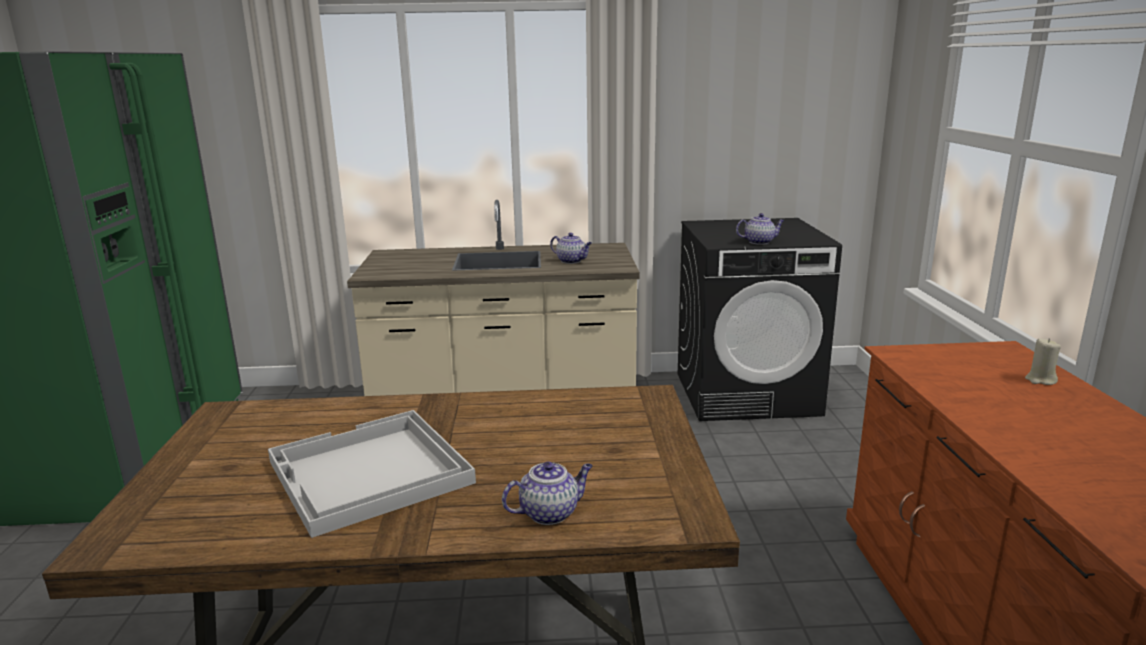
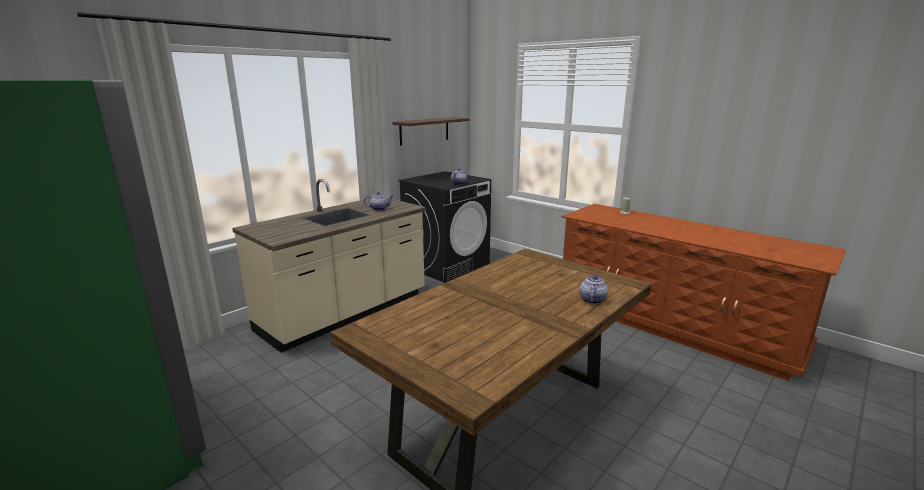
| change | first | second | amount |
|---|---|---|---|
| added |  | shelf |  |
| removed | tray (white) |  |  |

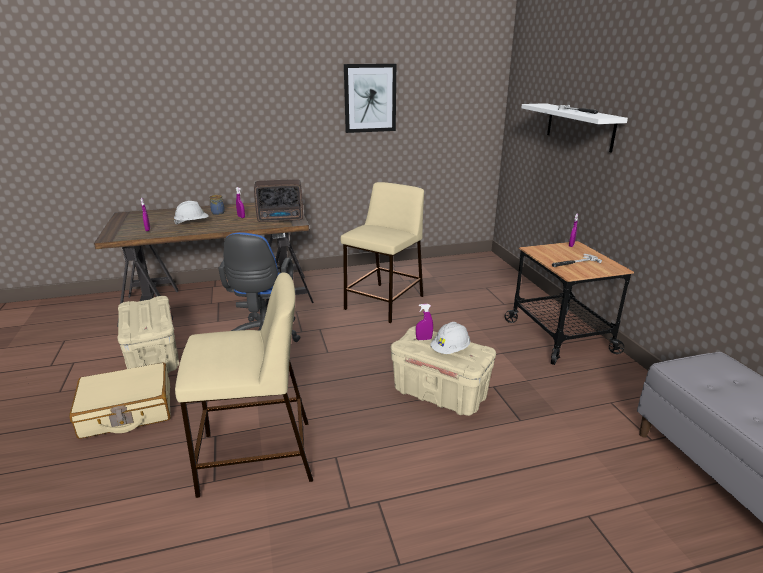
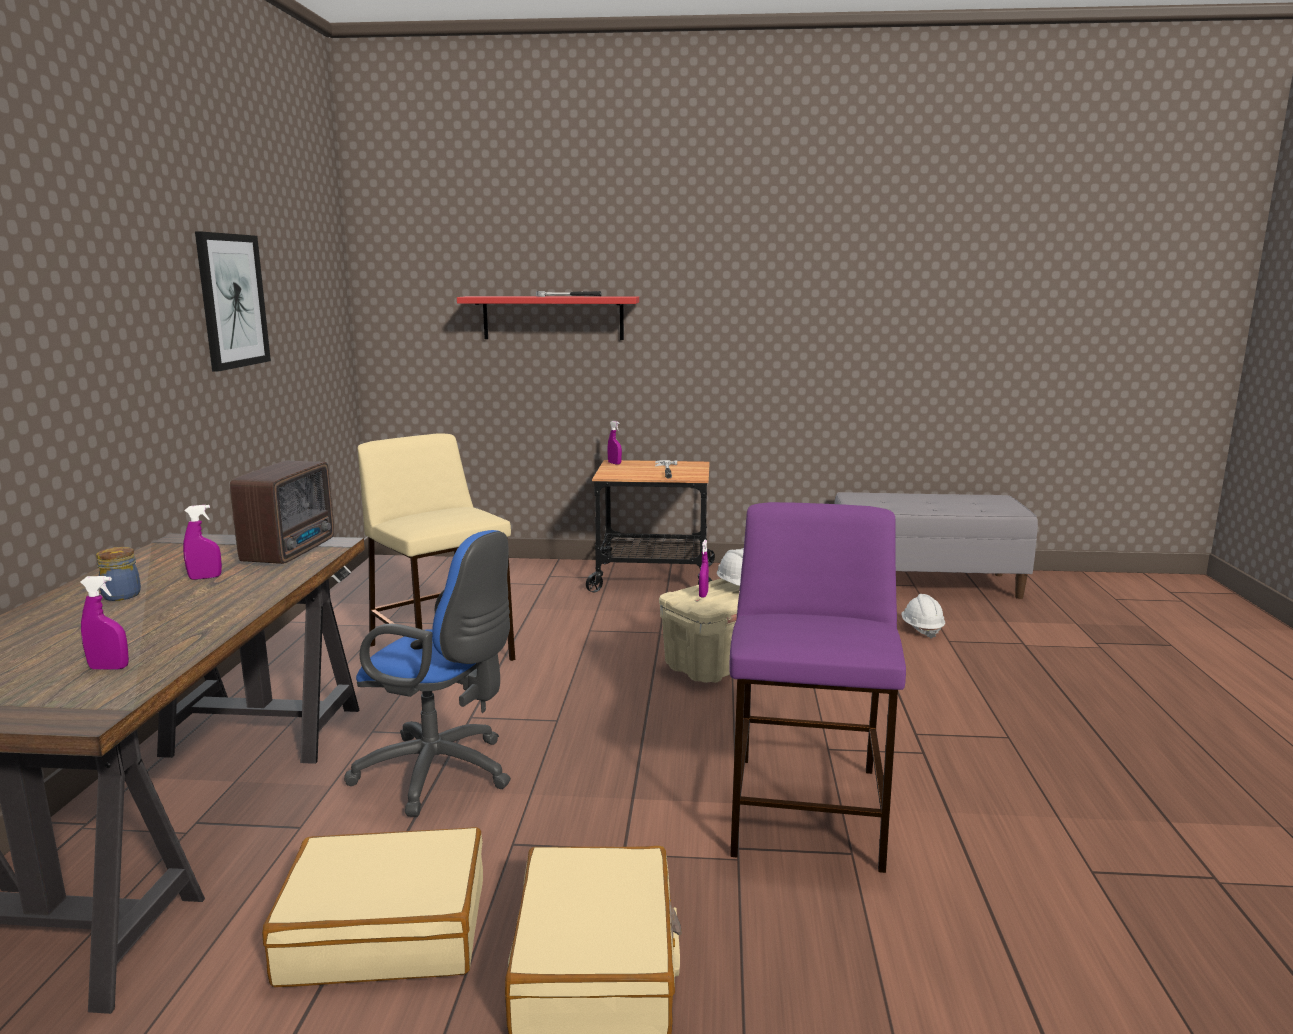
| change | first | second | amount |
|---|---|---|---|
| replaced | storage box (beige) (1st from left) | suitcase (beige) (1st from left) |  |
| recoloured | shelf (white) | shelf (red) |  |
| recoloured | stool (beige) (1st from left) | stool (purple) |  |
| moved | hard hat (white) (1st from left in the first image) | hard hat (white) (2nd from left) |  |

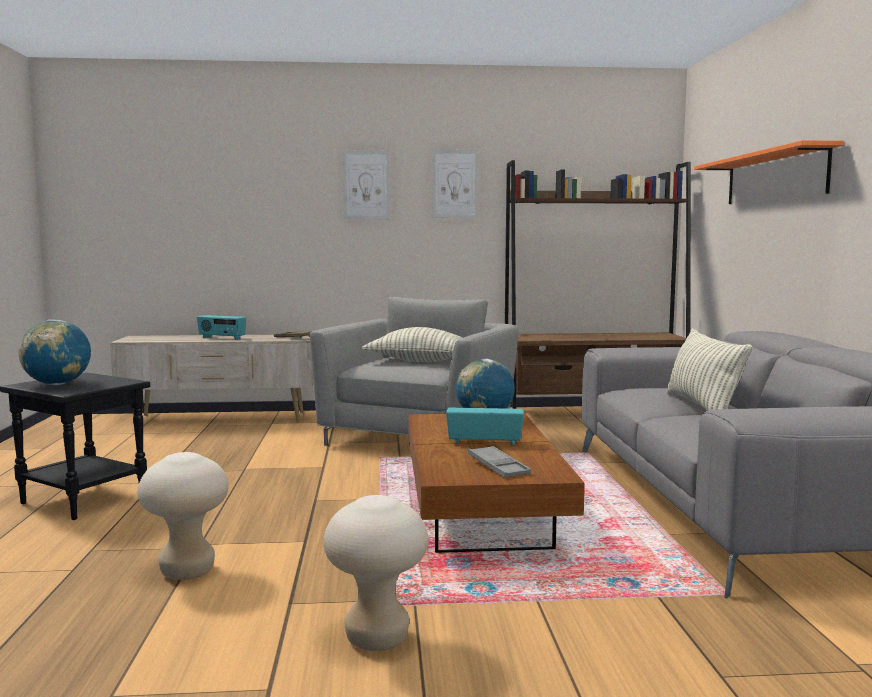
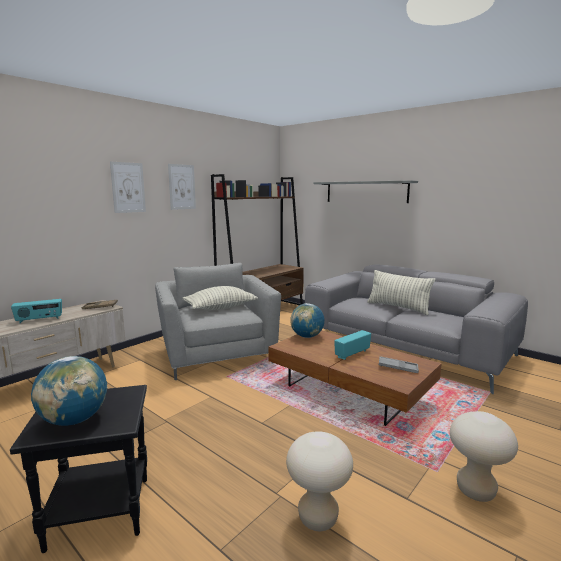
| change | first | second | amount |
|---|---|---|---|
| recoloured | shelf (orange) | shelf (grey) |  |

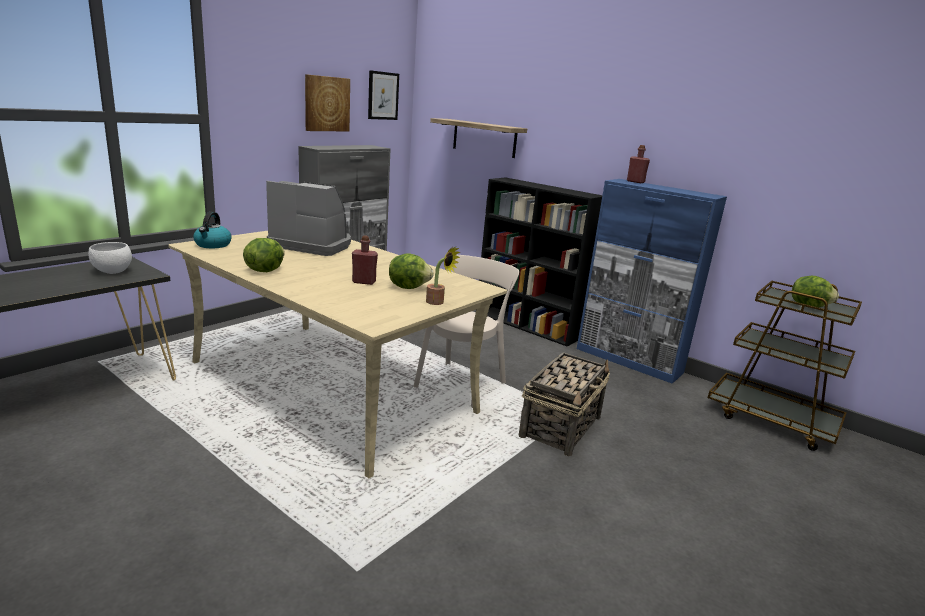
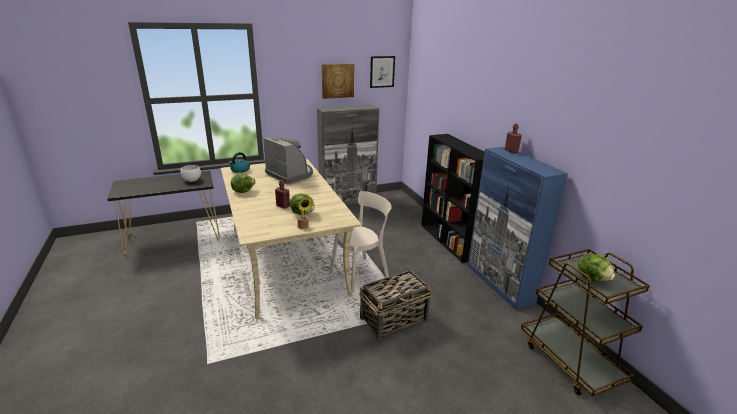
| change | first | second | amount |
|---|---|---|---|
| removed | shelf |  |  |

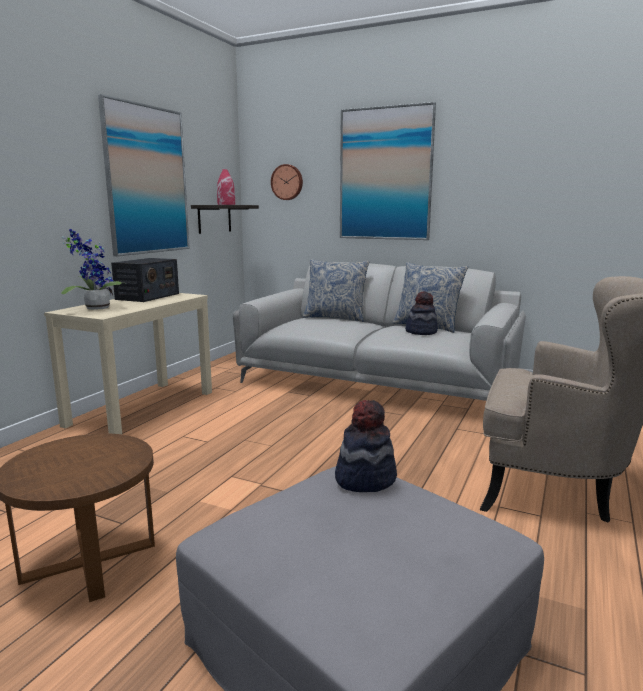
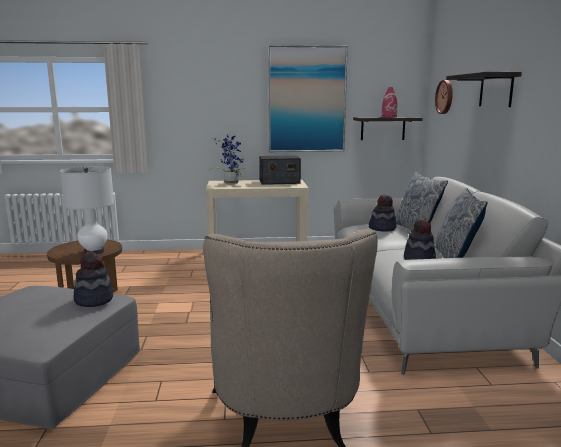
| change | first | second | amount |
|---|---|---|---|
| added |  | table lamp (white) |  |
| added |  | hat (2nd from left) |  |
| replaced | picture (2nd from left) | shelf (2nd from left) |  |

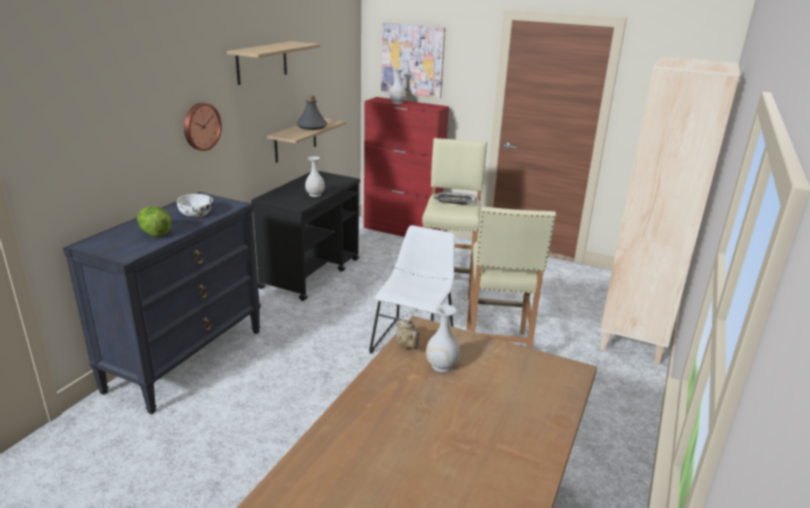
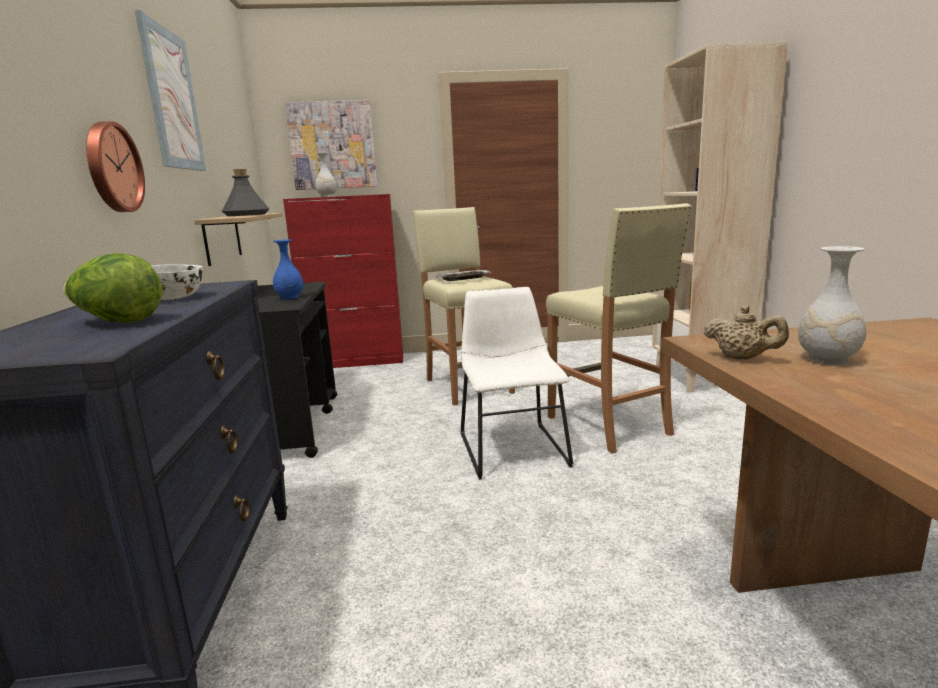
| change | first | second | amount |
|---|---|---|---|
| replaced | shelf (1st from left) | picture (1st from left) |  |
| recoloured | vase (white) (1st from left) | vase (blue) |  |

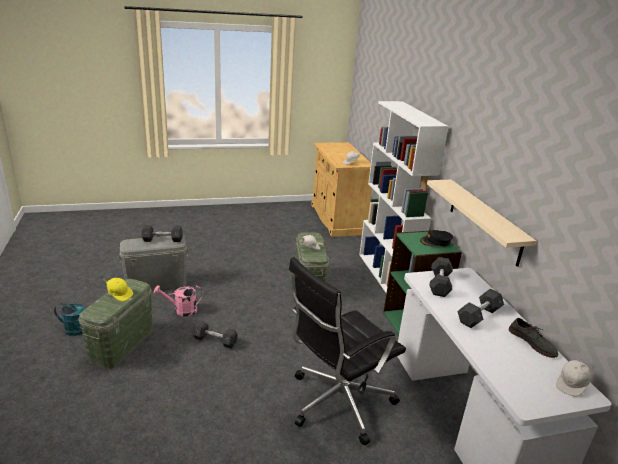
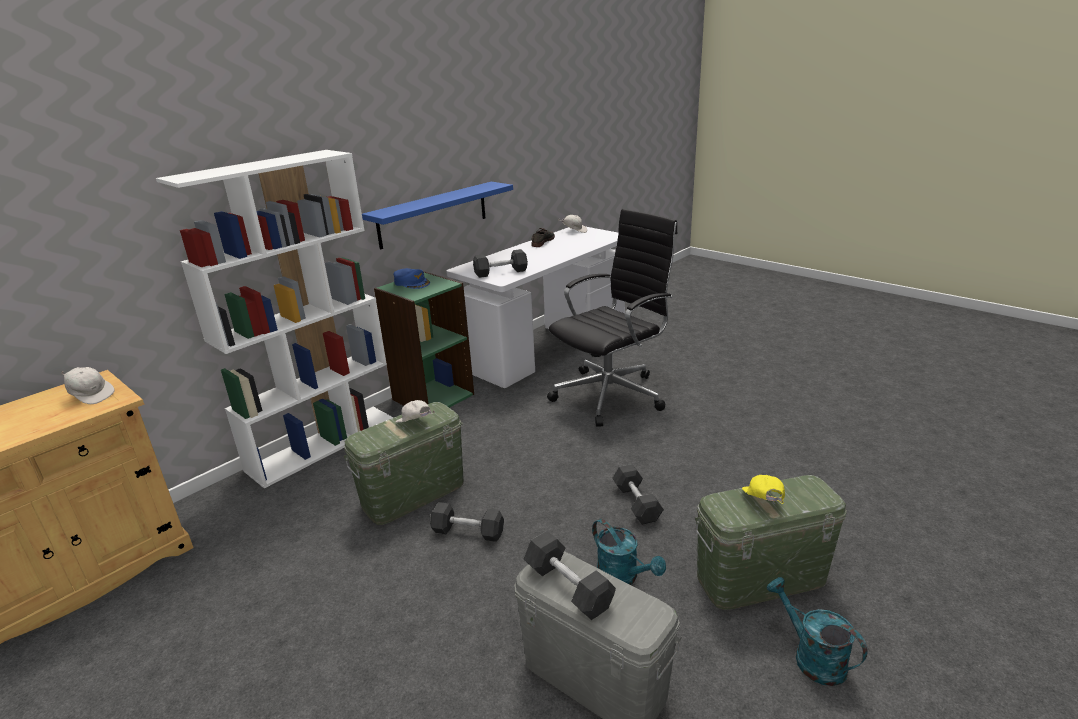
| change | first | second | amount |
|---|---|---|---|
| recoloured | shelf (beige) | shelf (blue) |  |
| recoloured | cap (black) | cap (blue) |  |
| moved | dumbbell (grey) (4th from left in the first image) | dumbbell (grey) (1st from left) |  |
| turned | office chair (black) |  | 60 degrees counterclockwise |
| recoloured | watering can (pink) | watering can (turquoise) (1st from left) |  |

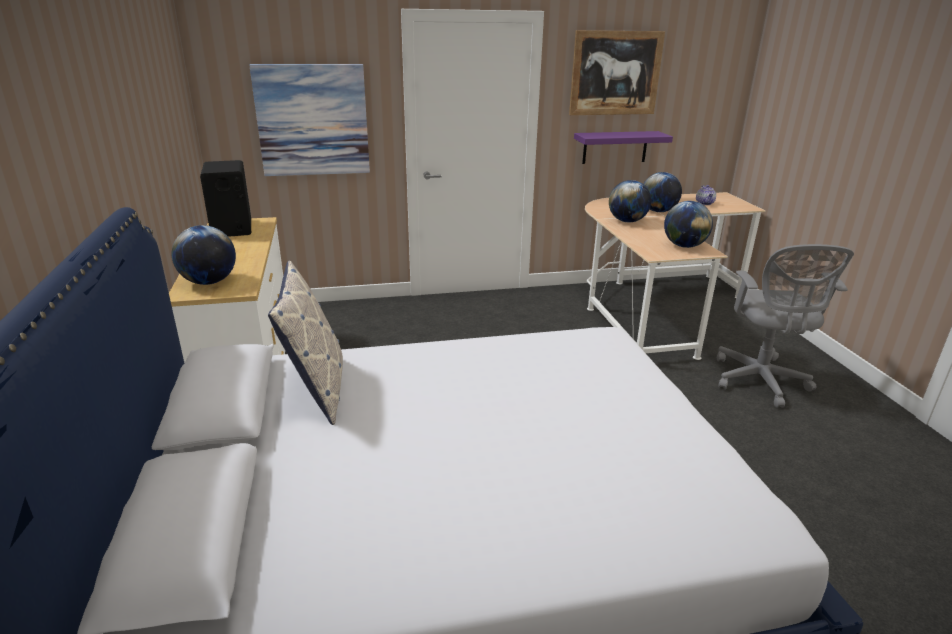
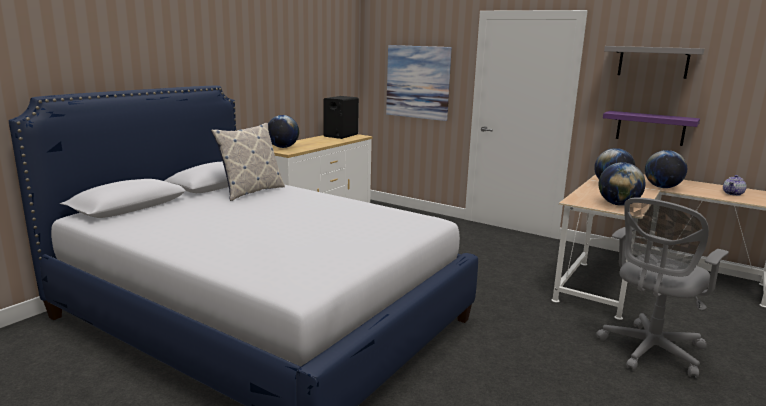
| change | first | second | amount |
|---|---|---|---|
| replaced | picture (2nd from left) | shelf (grey) |  |

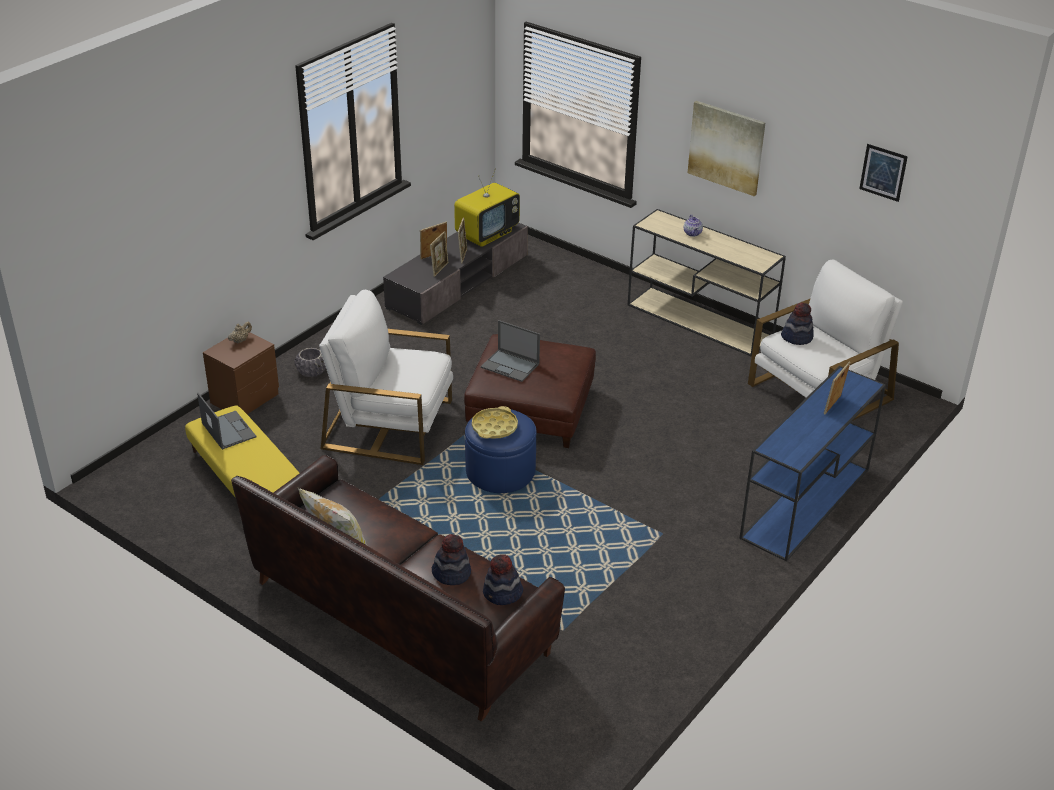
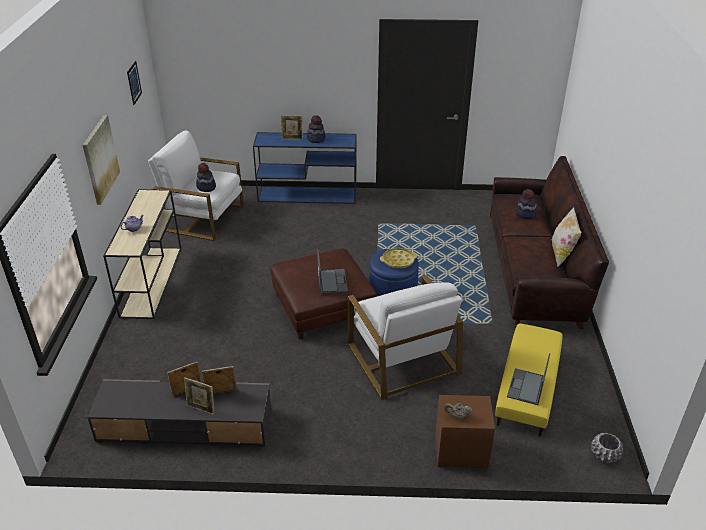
| change | first | second | amount |
|---|---|---|---|
| moved | hat (2nd from left) |  |  |
| moved | planter (grey) |  |  |
| removed | television |  |  |

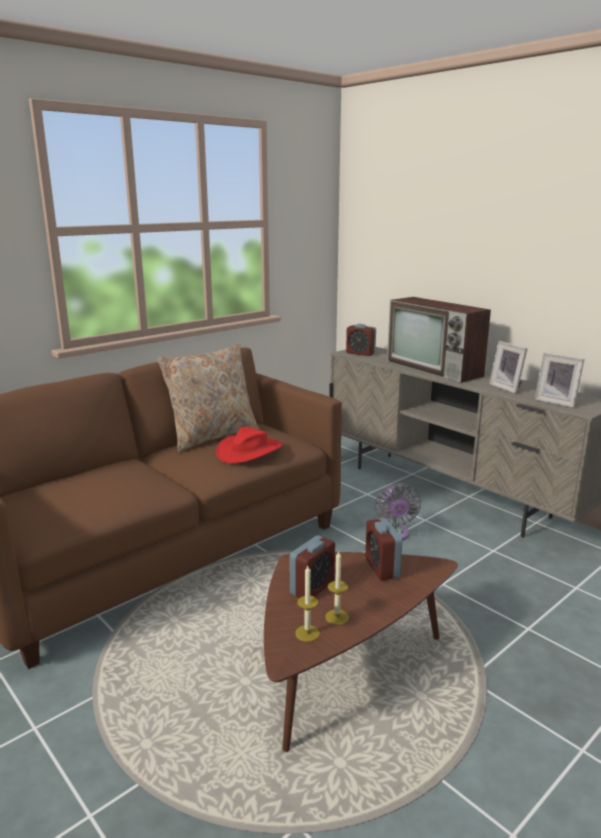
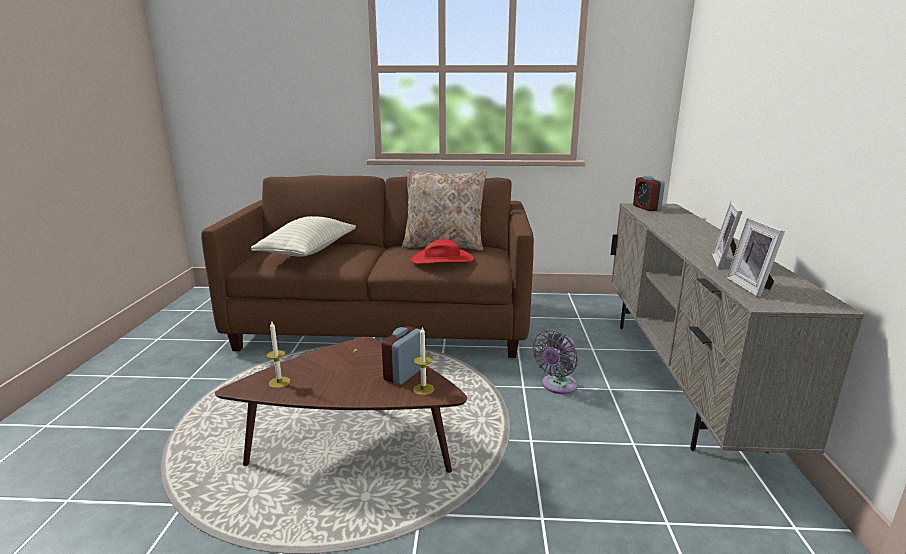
| change | first | second | amount |
|---|---|---|---|
| added |  | pillow (beige) (1st from left) |  |
| moved | candle (2nd from left) |  |  |
| removed | alarm clock (1st from left) |  |  |
| removed | television |  |  |

